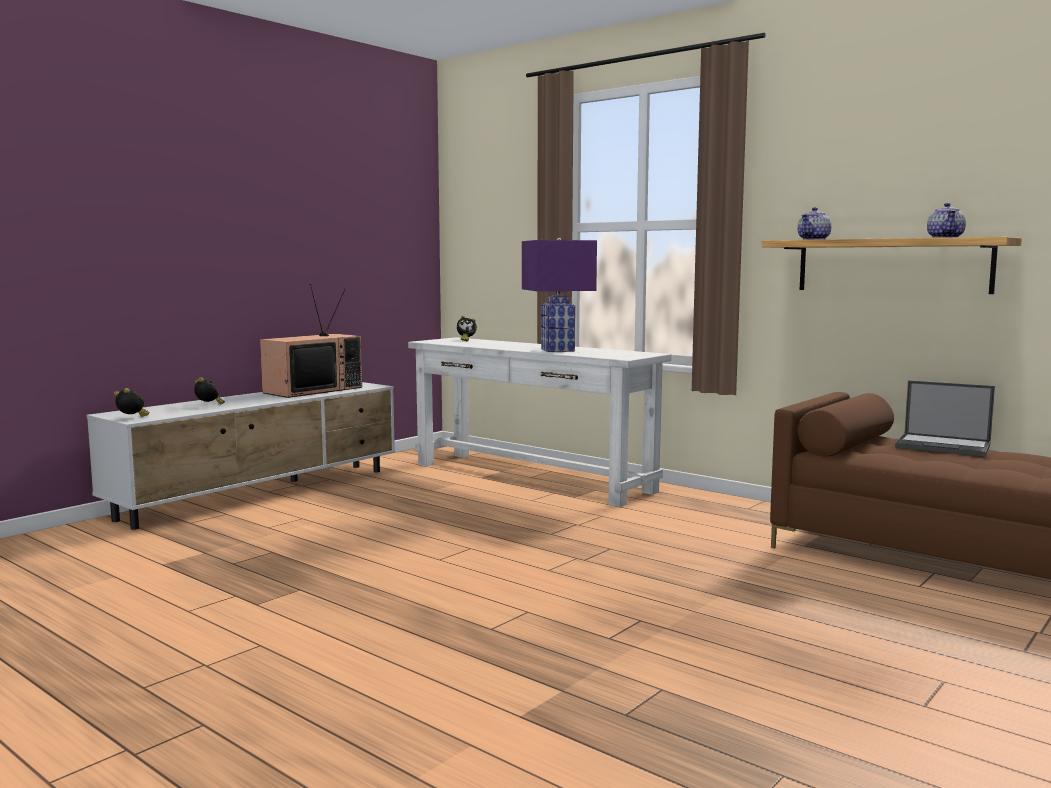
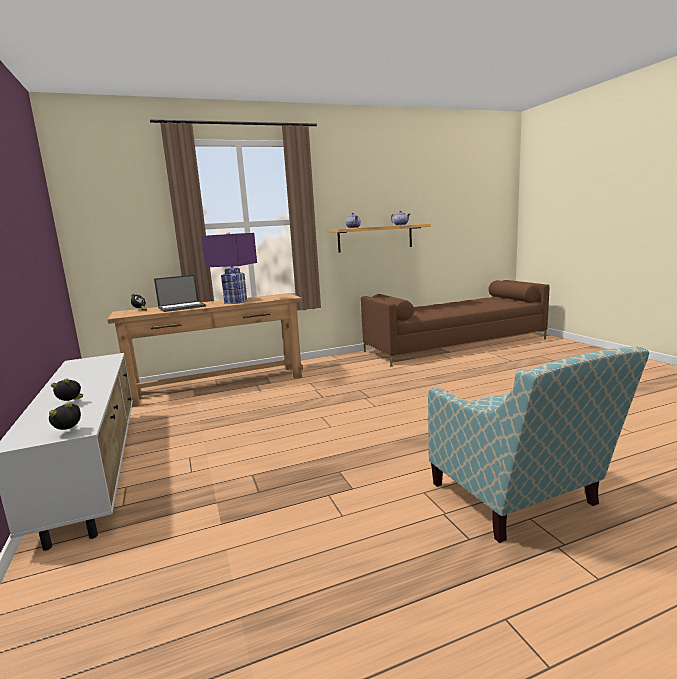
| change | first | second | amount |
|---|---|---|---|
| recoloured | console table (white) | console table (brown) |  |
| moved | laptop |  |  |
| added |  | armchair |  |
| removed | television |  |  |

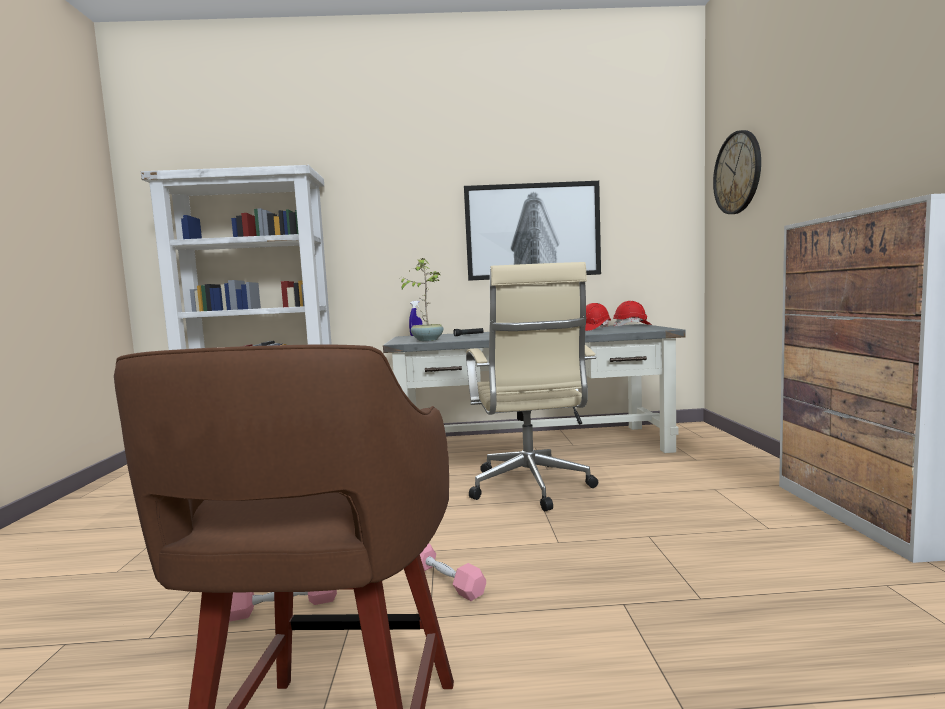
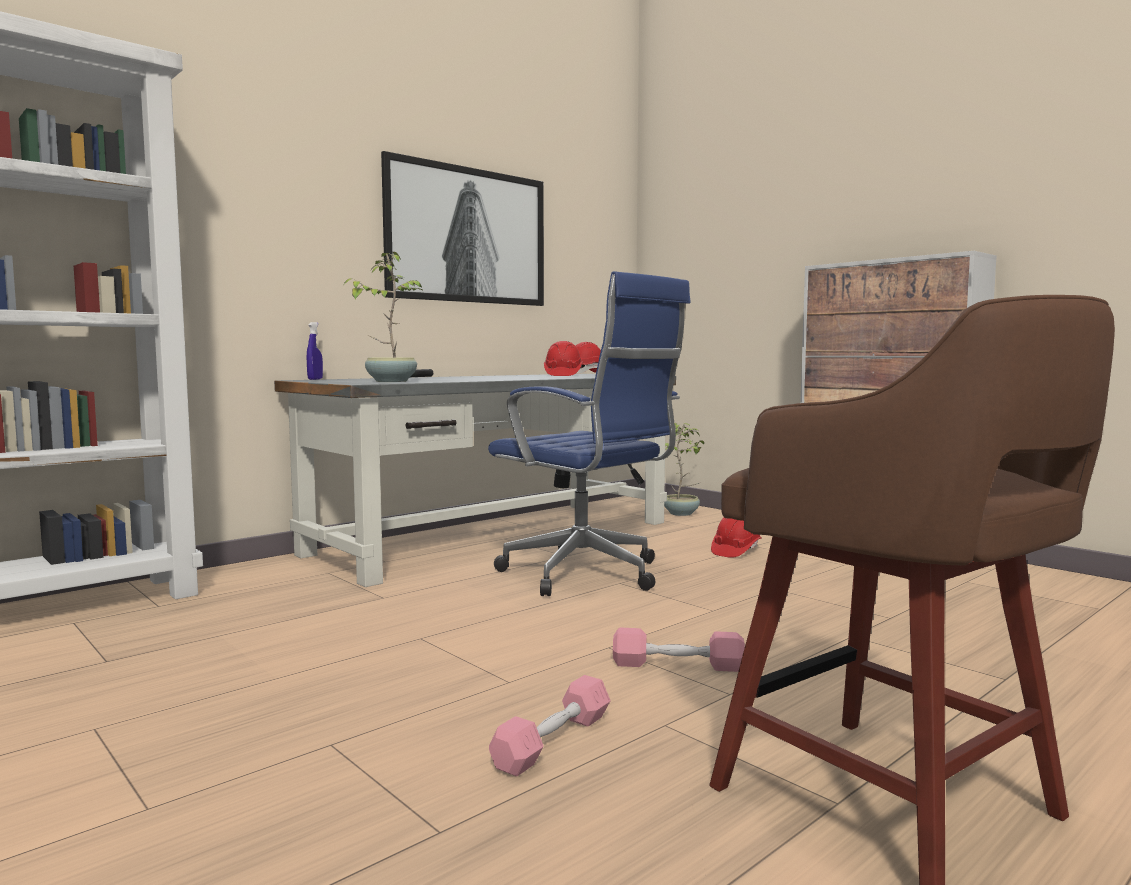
| change | first | second | amount |
|---|---|---|---|
| recoloured | office chair (beige) | office chair (blue) |  |
| added |  | potted plant (2nd from left) |  |
| added |  | hard hat (red) (3rd from left) |  |
| removed | wall clock |  |  |

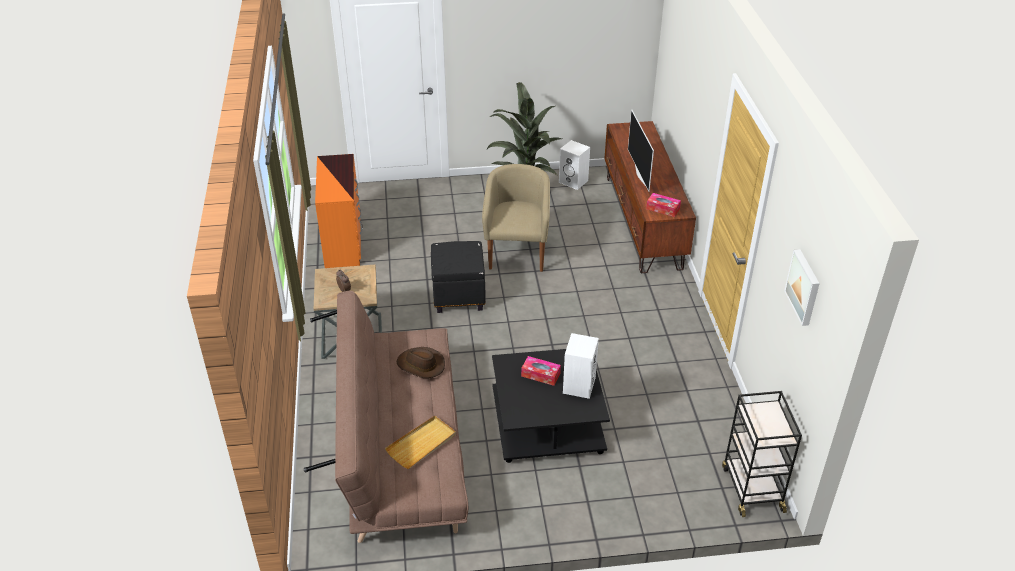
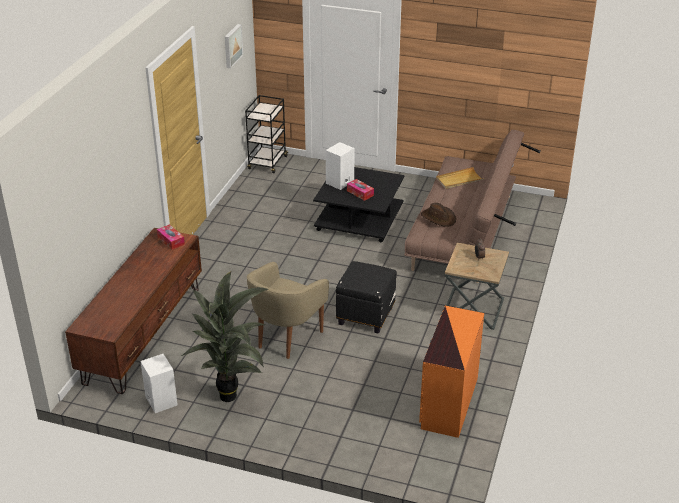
| change | first | second | amount |
|---|---|---|---|
| removed | television |  |  |

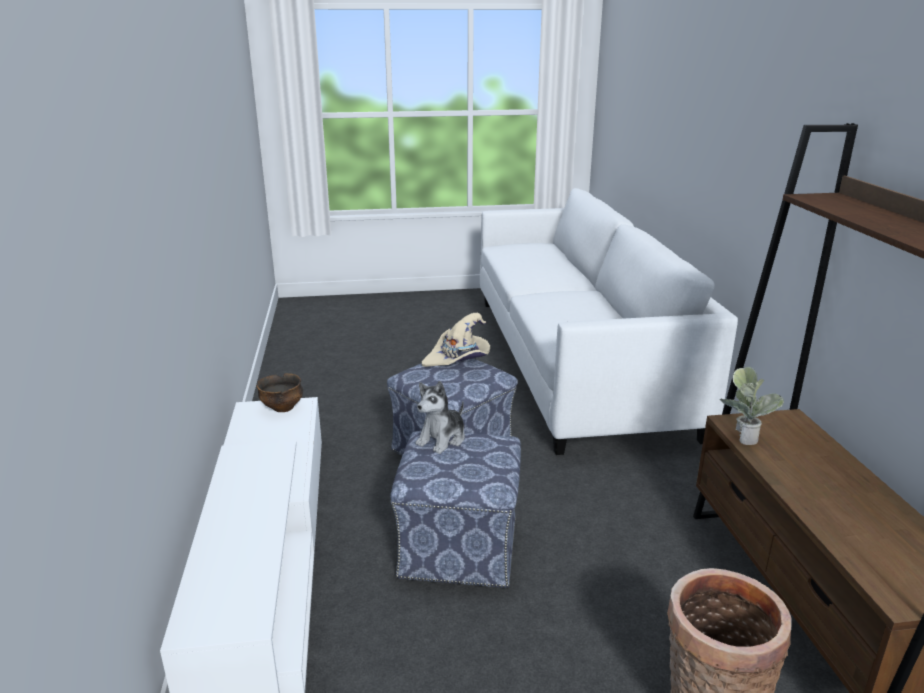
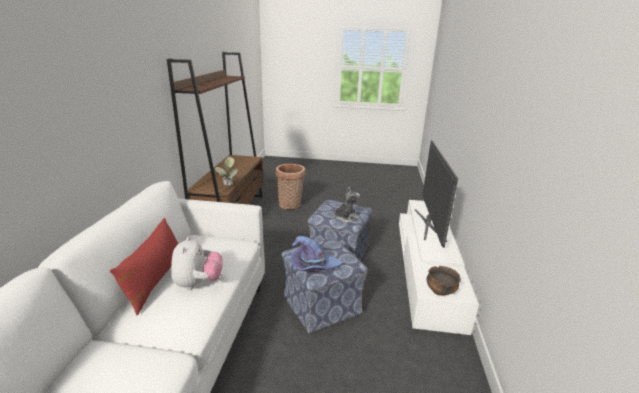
| change | first | second | amount |
|---|---|---|---|
| added |  | pillow (red) |  |
| added |  | plush toy (1st from left) |  |
| recoloured | hat (beige) | hat (purple) |  |
| added |  | television |  |

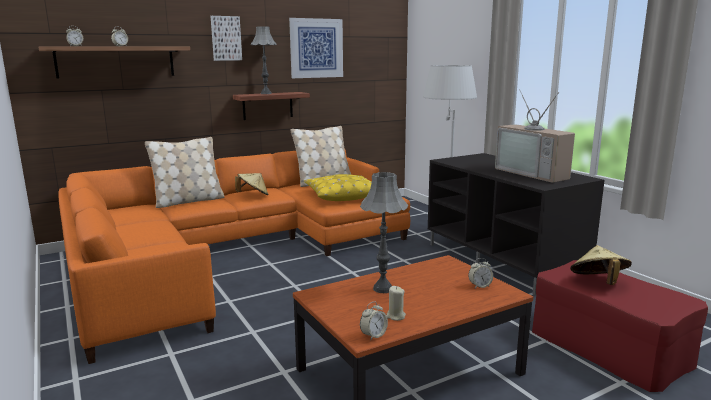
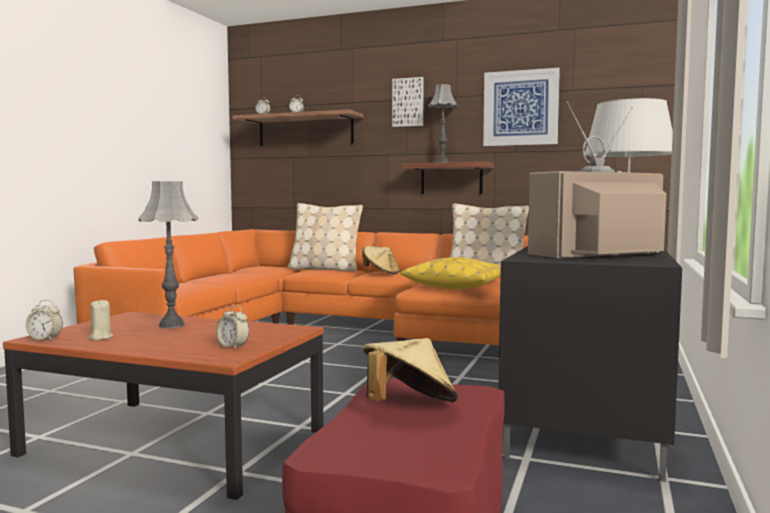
| change | first | second | amount |
|---|---|---|---|
| turned | television |  | 45 degrees clockwise |

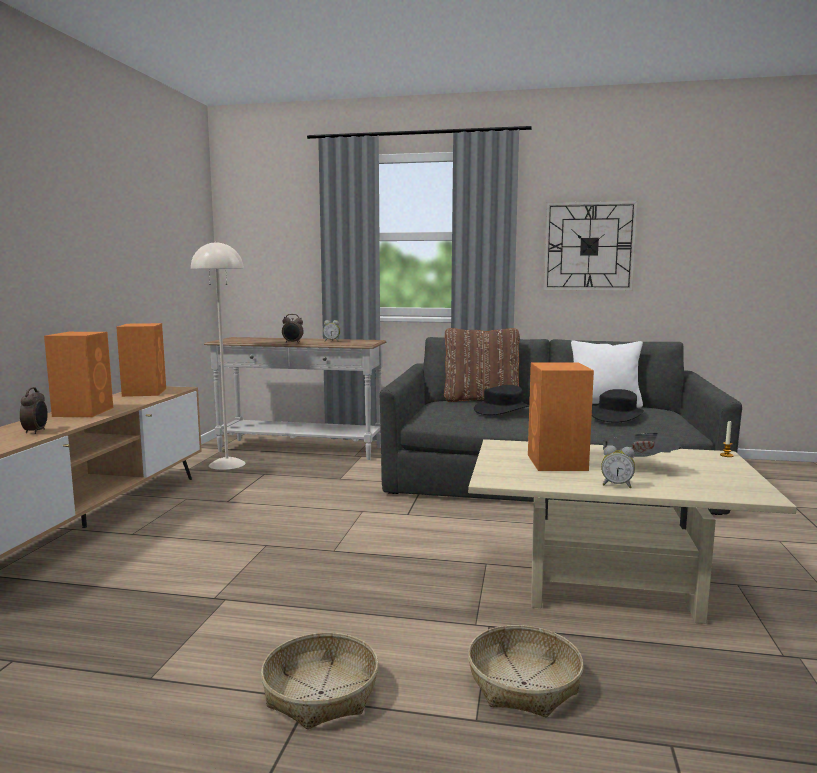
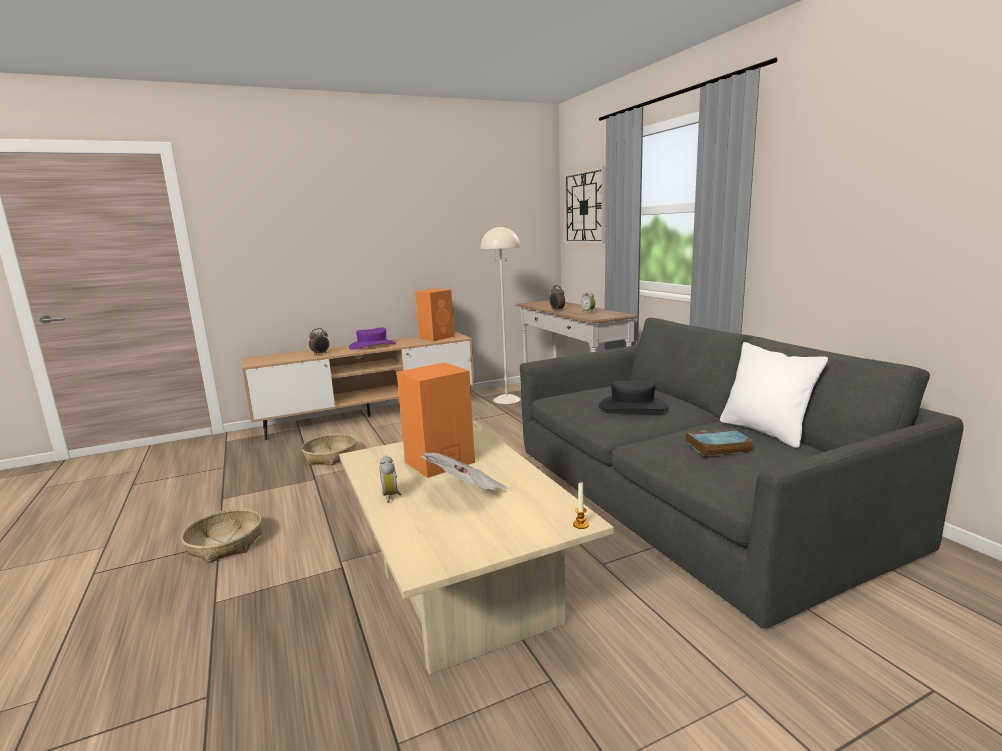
| change | first | second | amount |
|---|---|---|---|
| moved | basket (2nd from left) |  |  |
| replaced | speaker (orange) (1st from left) | hat (purple) |  |
| moved | wall clock |  |  |
| replaced | hat (black) (2nd from left) | book |  |
| removed | pillow (brown) |  |  |

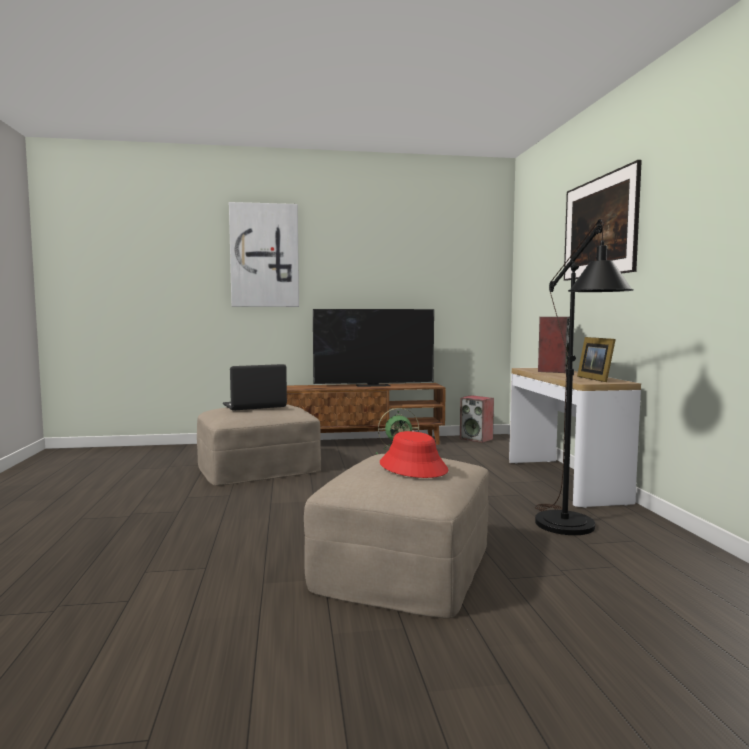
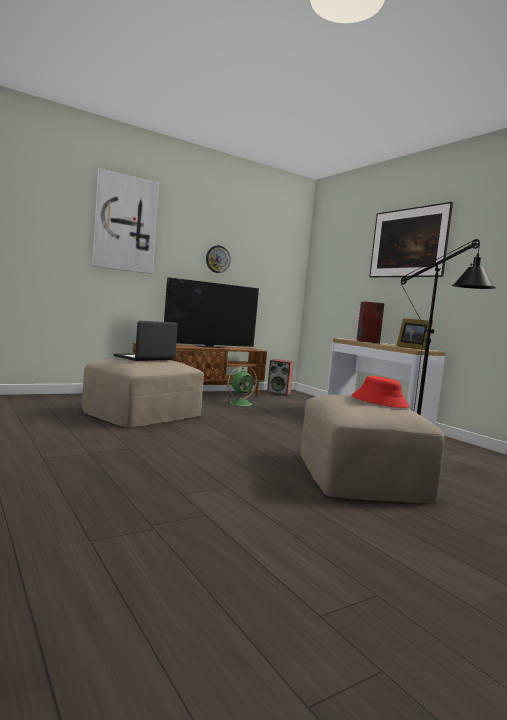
| change | first | second | amount |
|---|---|---|---|
| added |  | wall clock |  |

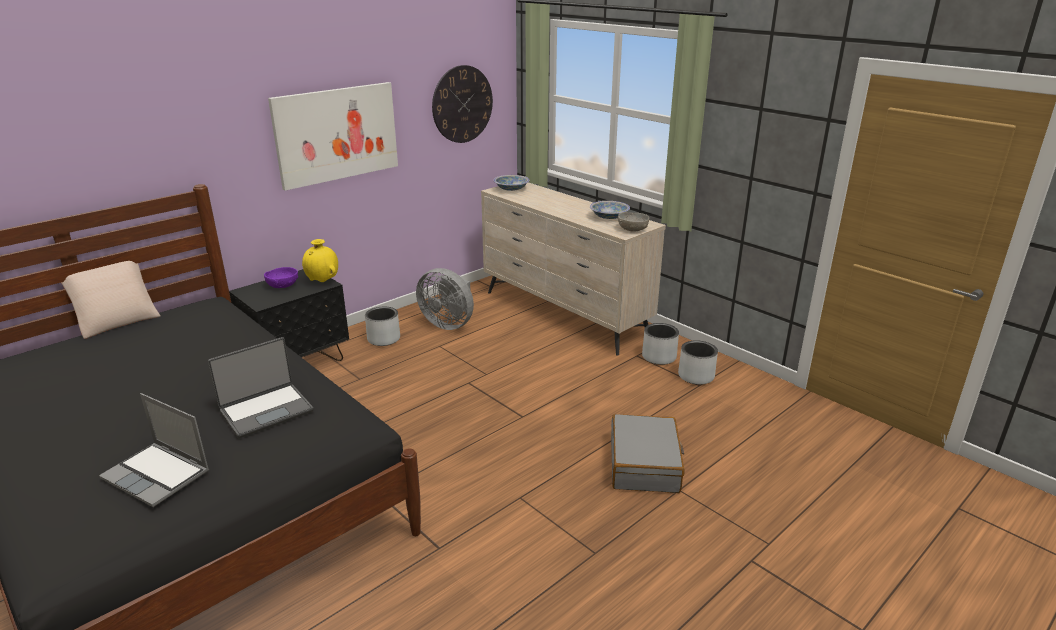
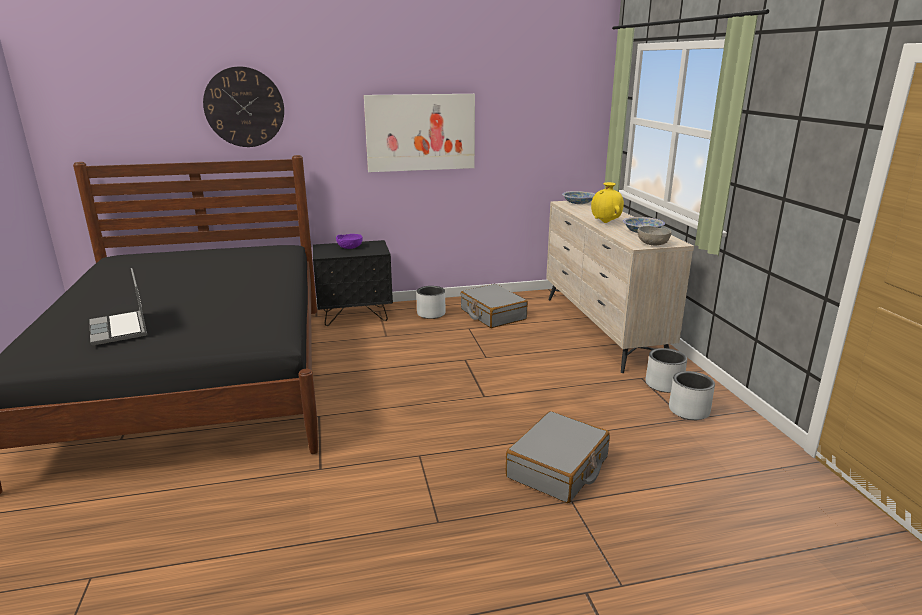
| change | first | second | amount |
|---|---|---|---|
| moved | wall clock |  |  |
| replaced | fan (grey) | suitcase (grey) (1st from left) |  |
| moved | vase (yellow) |  |  |
| removed | pillow (beige) |  |  |
| removed | laptop (2nd from left) |  |  |

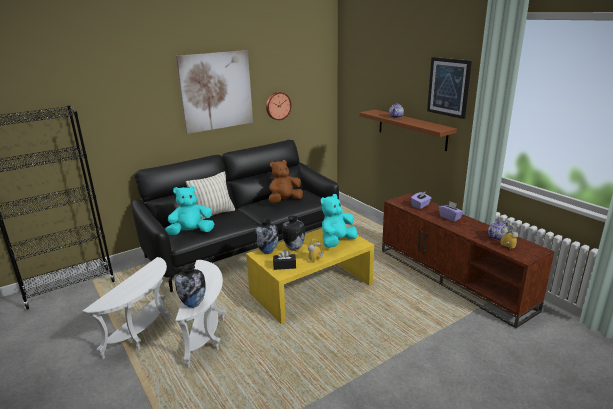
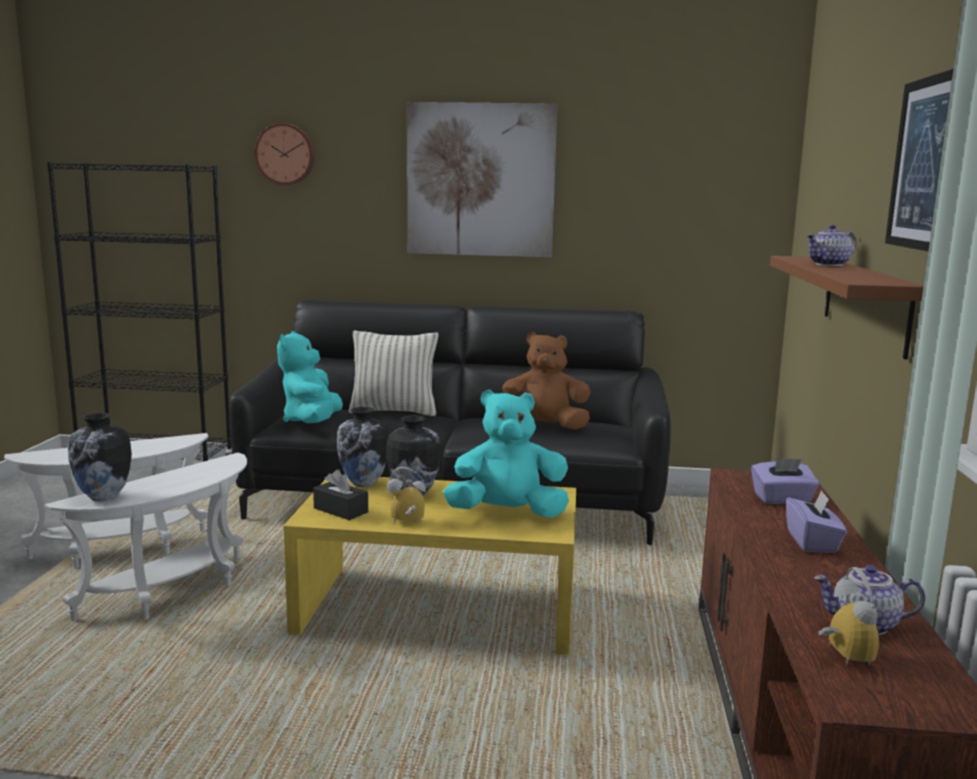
| change | first | second | amount |
|---|---|---|---|
| moved | wall clock |  |  |
| turned | plush toy (turquoise) (1st from left) |  | 105 degrees counterclockwise |

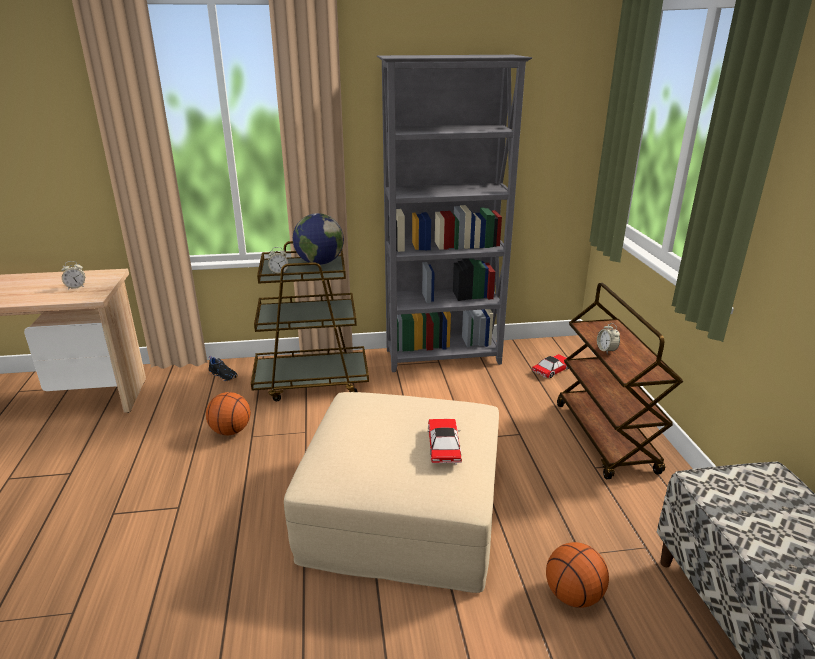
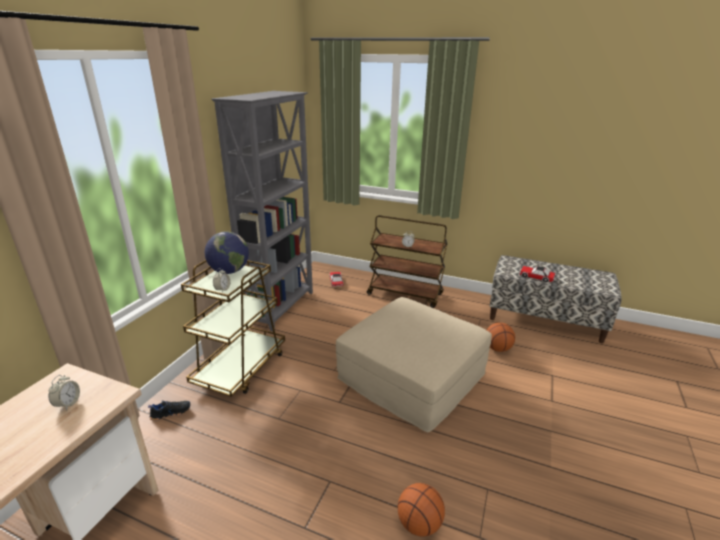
| change | first | second | amount |
|---|---|---|---|
| moved | basketball (1st from left) |  |  |
| moved | toy car (1st from left in the first image) | toy car (2nd from left) |  |

